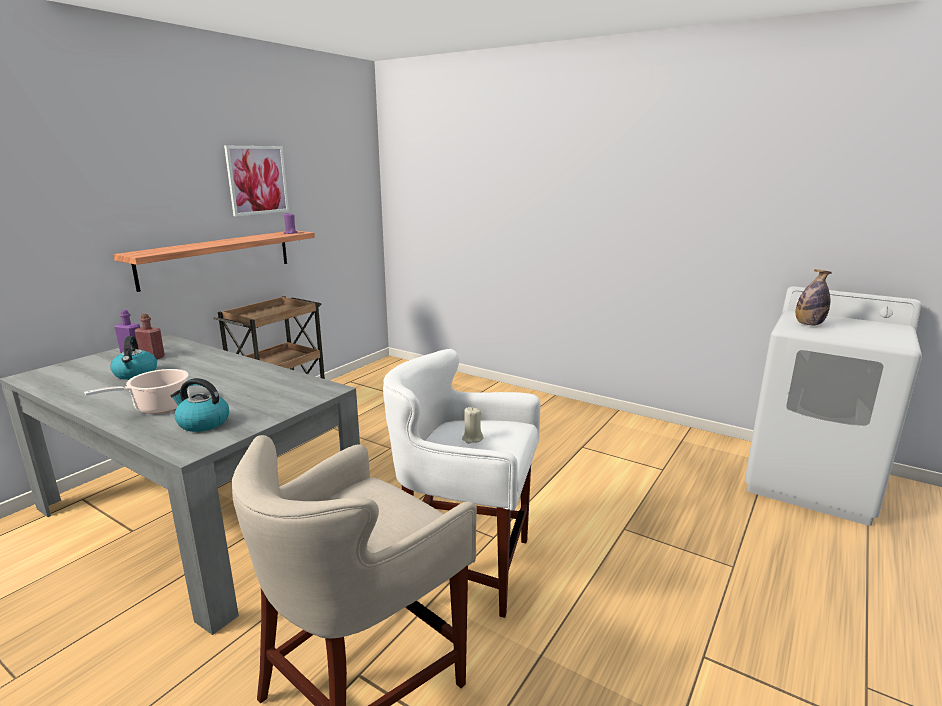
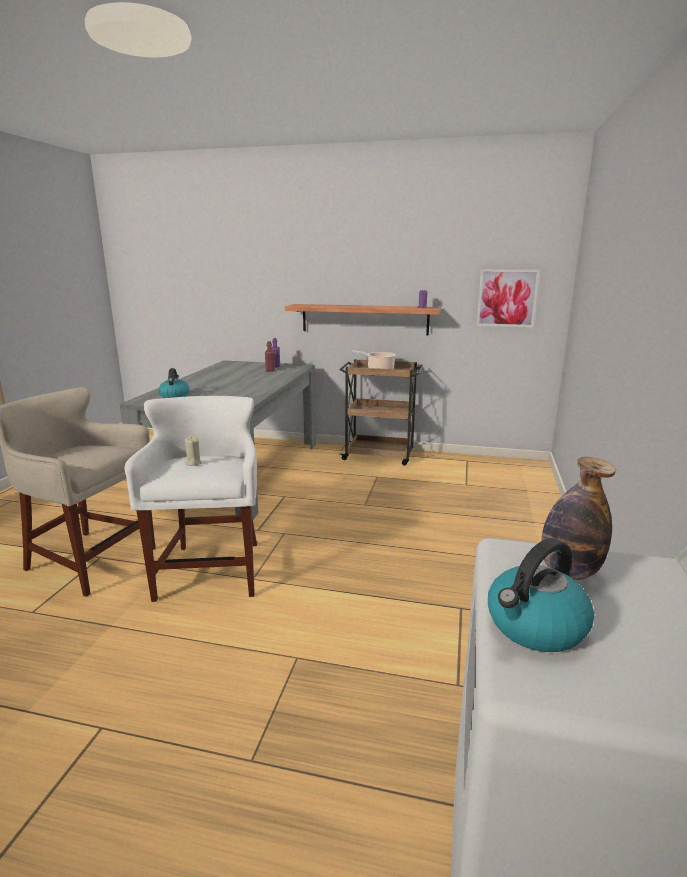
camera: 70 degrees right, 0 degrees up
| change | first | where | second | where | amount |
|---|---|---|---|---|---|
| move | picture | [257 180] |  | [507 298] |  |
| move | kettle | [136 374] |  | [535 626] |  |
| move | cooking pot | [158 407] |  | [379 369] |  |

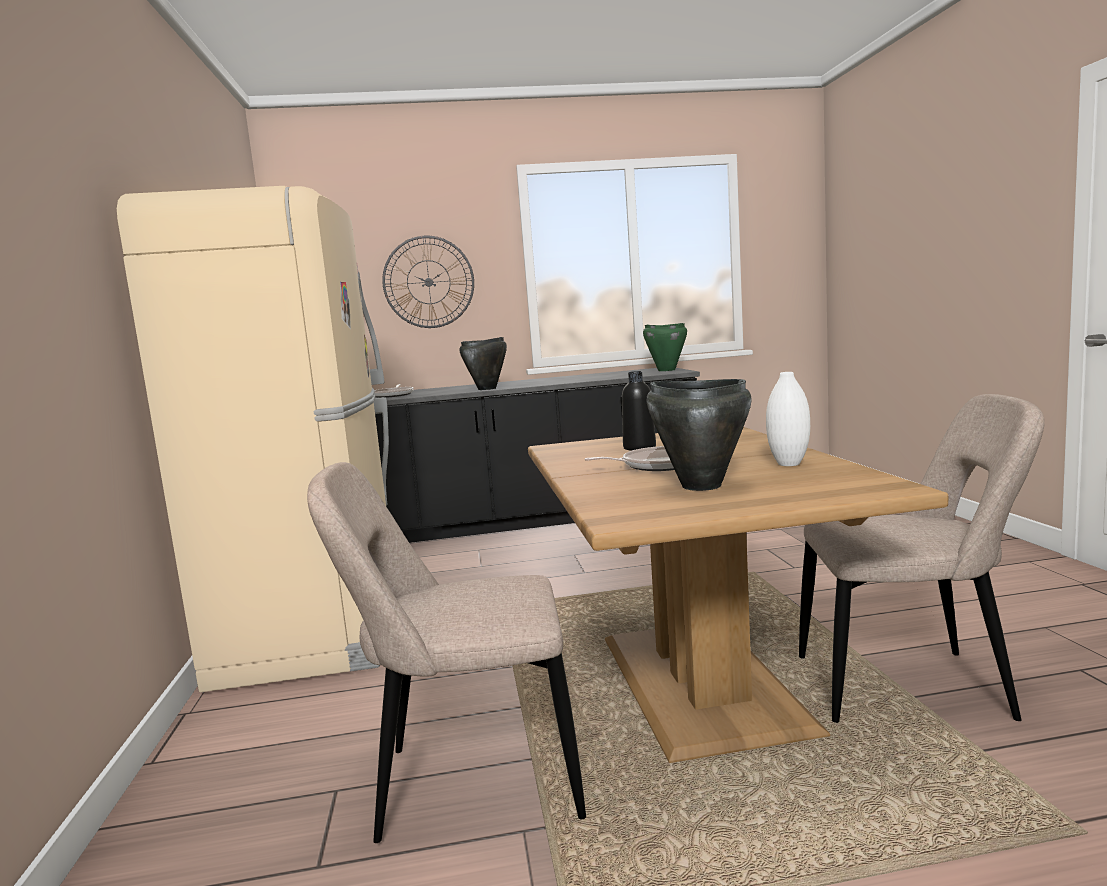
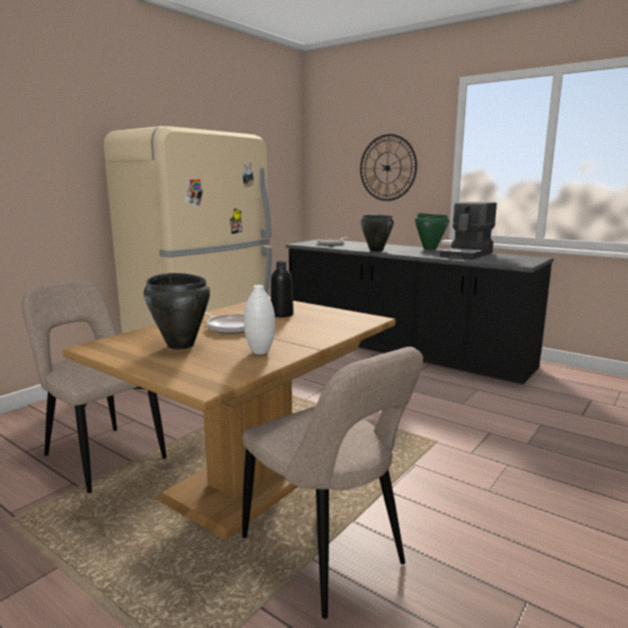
camera: 45 degrees right, 5 degrees up
| change | first | where | second | where | amount |
|---|---|---|---|---|---|
| move | green cooking pot | [666 370] |  | [429 248] |  |
| insert |  |  | coffee machine | [467 255] |  |

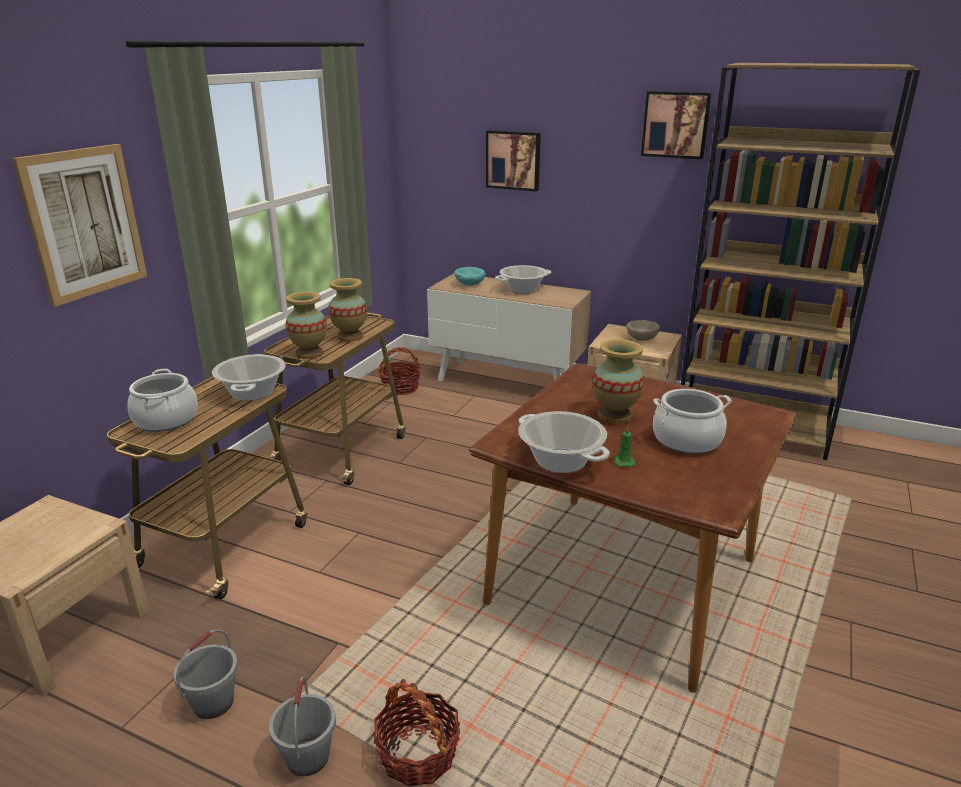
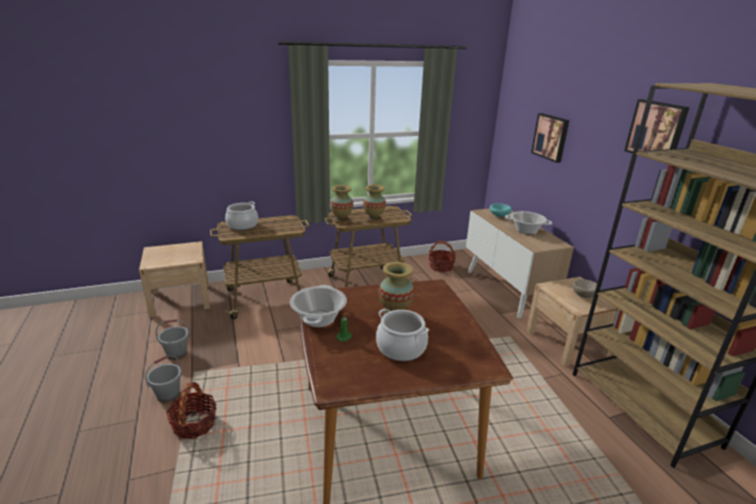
camera: 45 degrees right, 0 degrees up
| change | first | where | second | where | amount |
|---|---|---|---|---|---|
| delete | picture | [84 223] |  |  |  |
| delete | cooking pot | [253 393] |  |  |  |

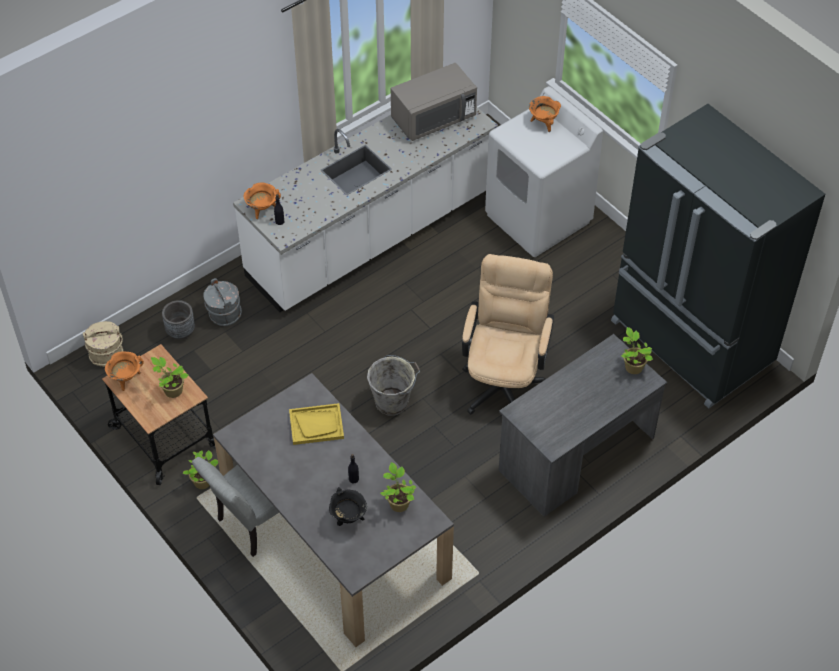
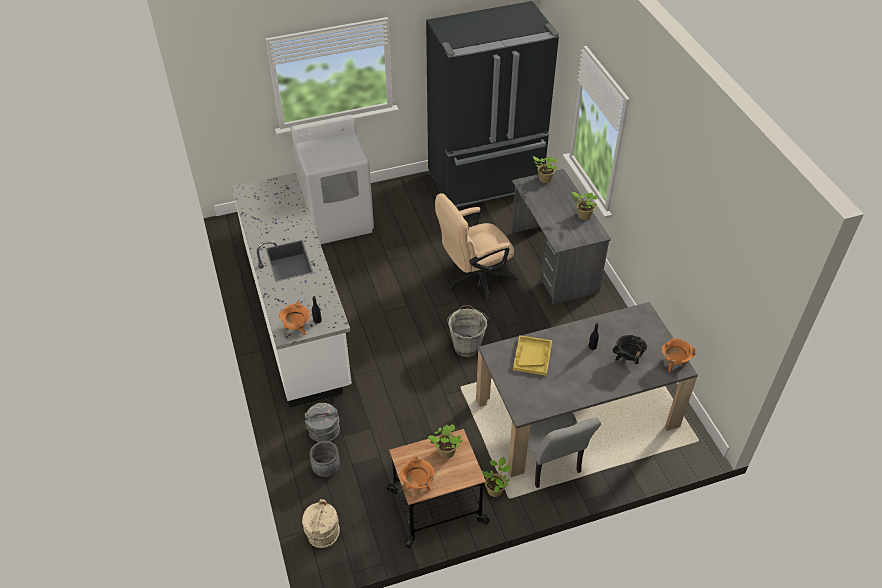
camera: 70 degrees left, 5 degrees down
| change | first | where | second | where | amount |
|---|---|---|---|---|---|
| delete | grey microwave | [433 118] |  |  |  |
| move | orange cooking pot | [543 123] |  | [674 363] |  |
| rotate | beige office chair | [504 380] |  | [474 279] | 60 degrees counterclockwise |
| move | potted plant | [398 503] |  | [582 215] |  |

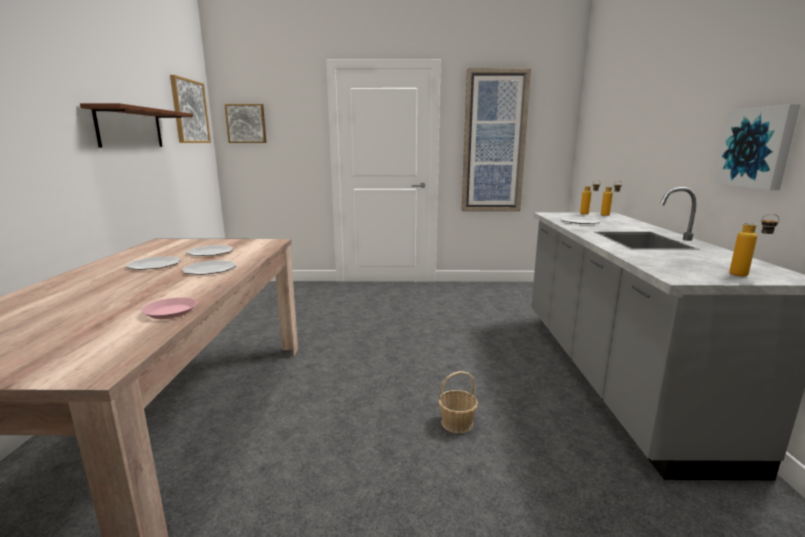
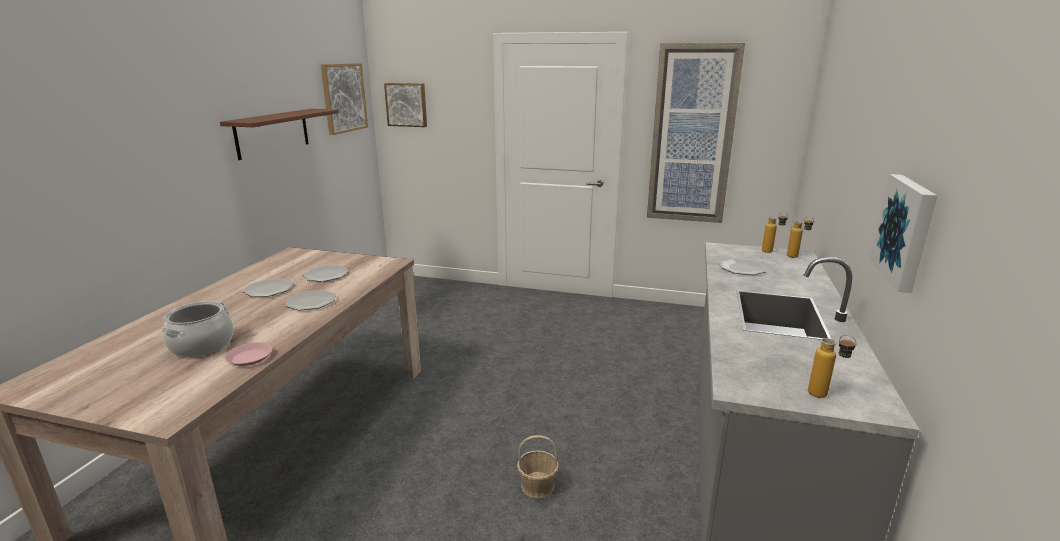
camera: 15 degrees right, 5 degrees up
| change | first | where | second | where | amount |
|---|---|---|---|---|---|
| insert |  |  | cooking pot | [202 345] |  |

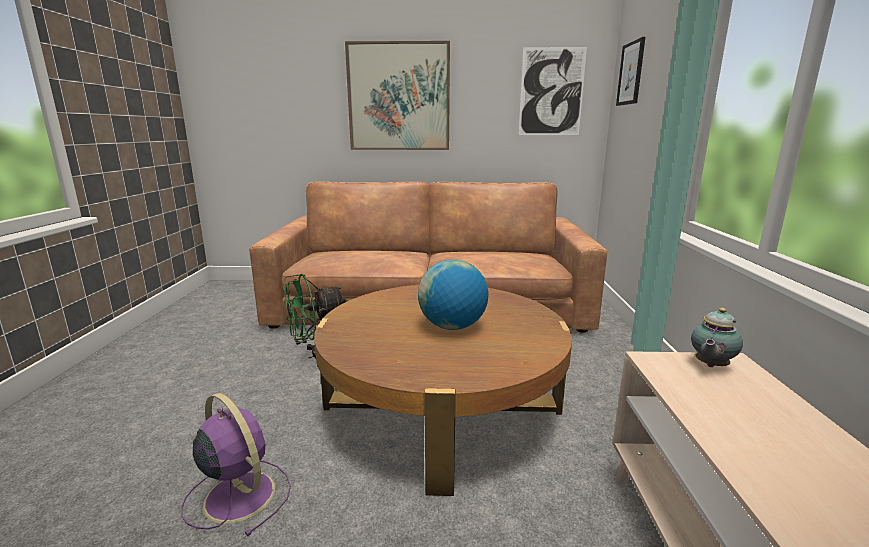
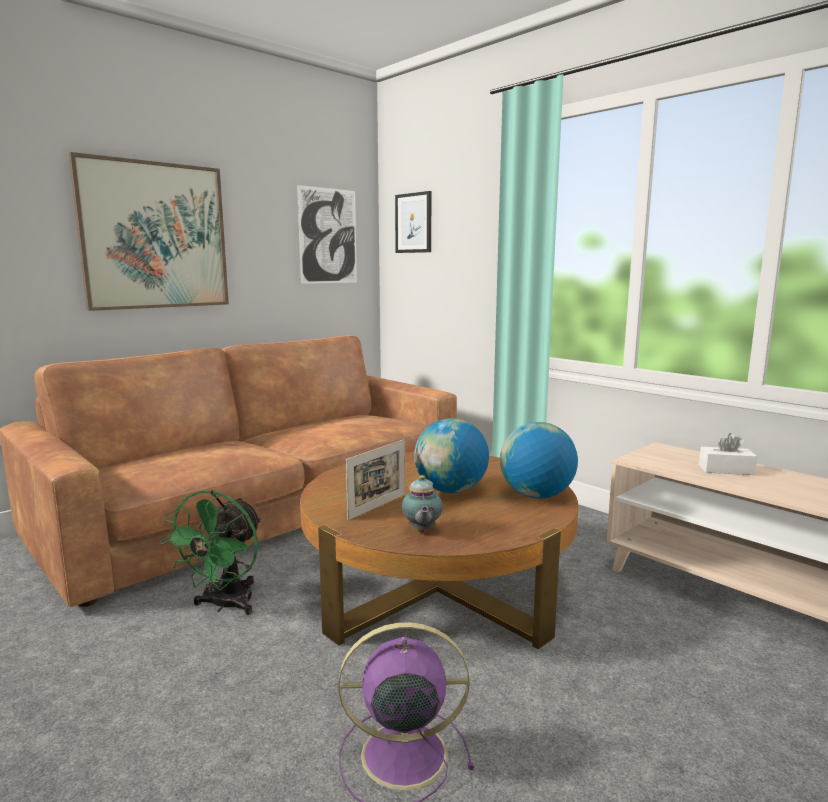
camera: 45 degrees left, 5 degrees down
| change | first | where | second | where | amount |
|---|---|---|---|---|---|
| move | teapot | [710 365] |  | [421 531] |  |
| insert |  |  | globe | [536 496] |  |
| insert |  |  | white tissue box | [726 470] |  |
| insert |  |  | picture frame | [377 506] |  |

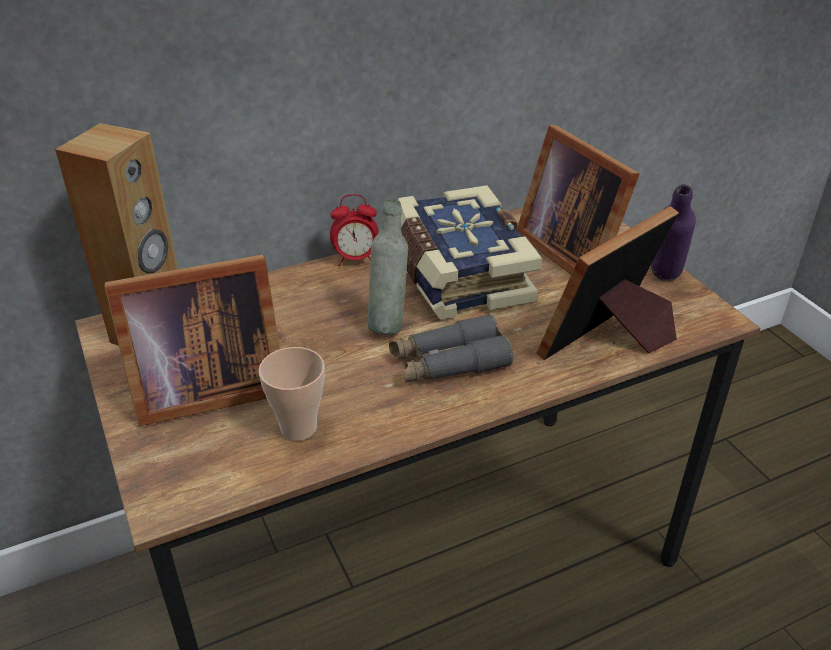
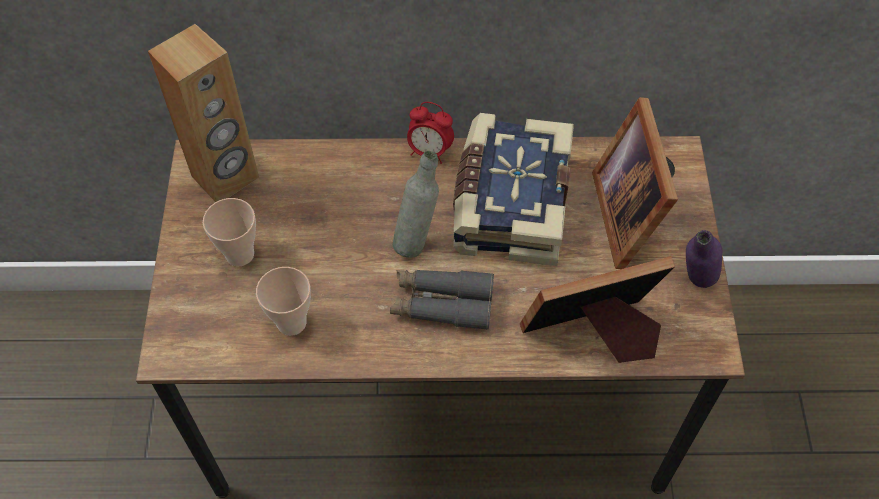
camera: 25 degrees right, 20 degrees up
| change | first | where | second | where | amount |
|---|---|---|---|---|---|
| replace | picture frame | [203 389] | cup | [240 254] |  |

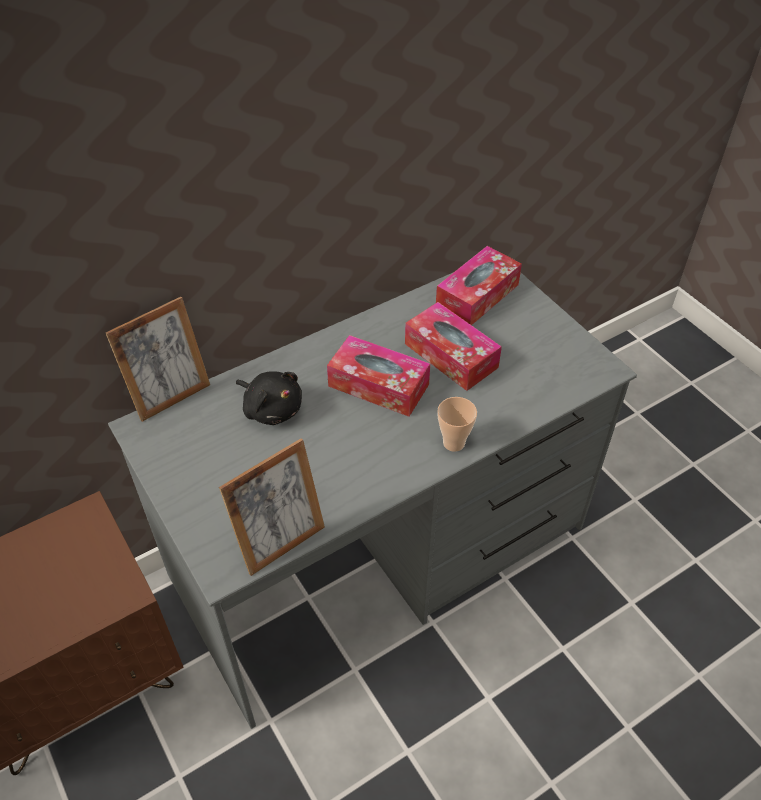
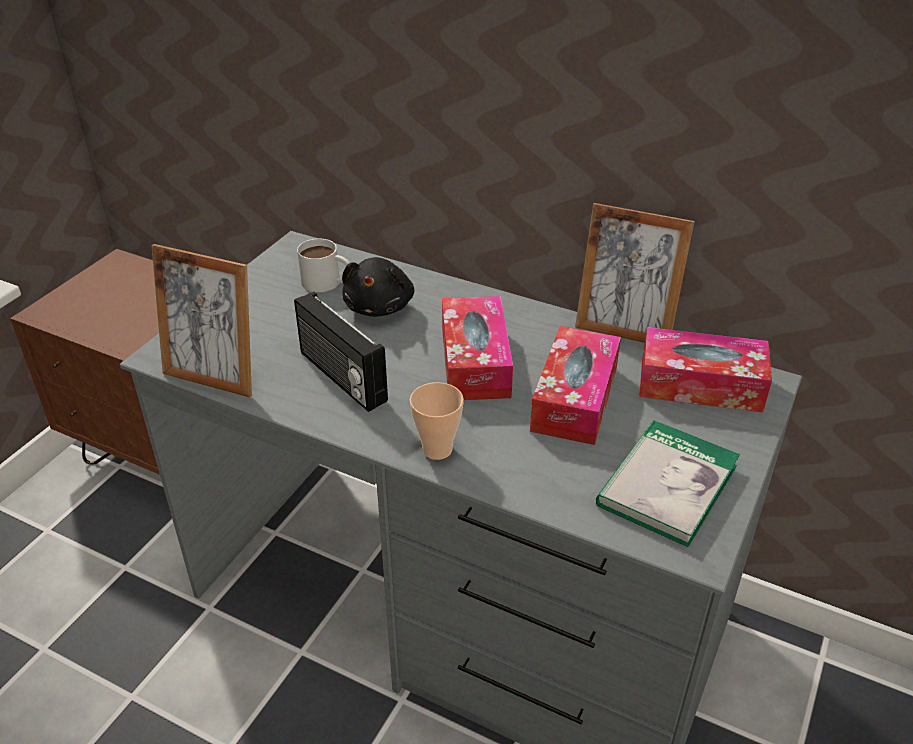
camera: 60 degrees right, 10 degrees down
| change | first | where | second | where | amount |
|---|---|---|---|---|---|
| move | picture frame | [171 396] |  | [624 330] |  |
| insert |  |  | white mug | [328 283] |  |
| insert |  |  | radio | [340 377] |  |
| insert |  |  | book | [667 485] |  |

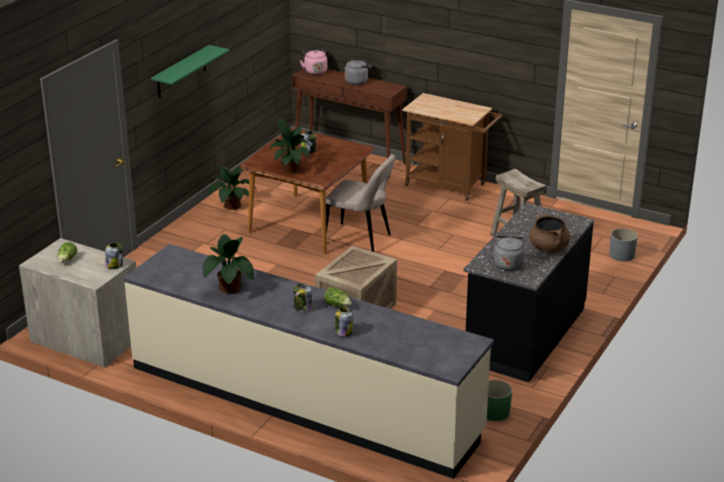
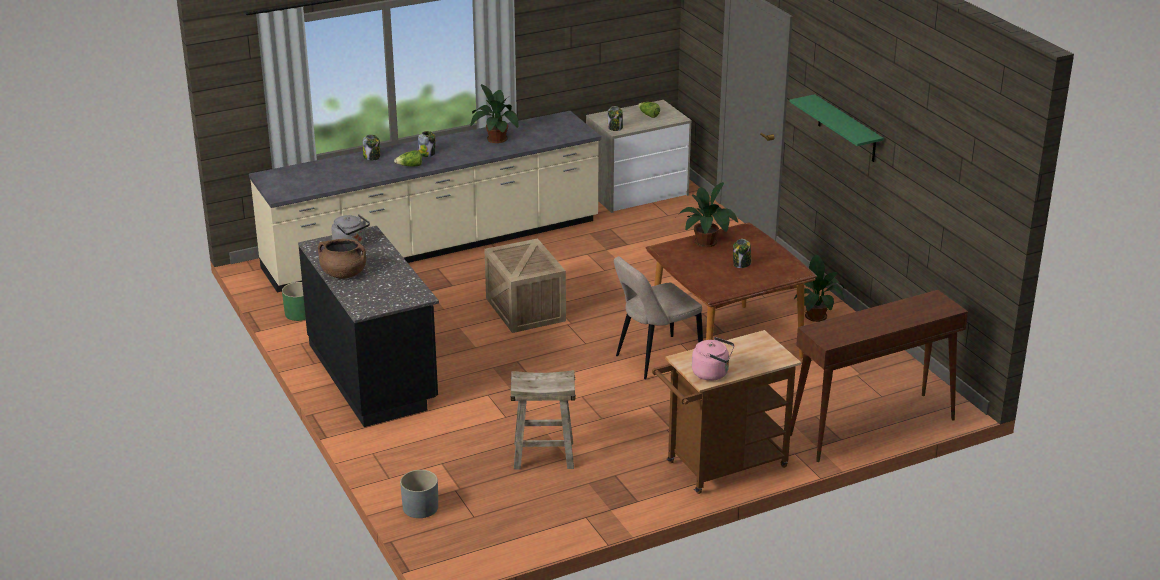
camera: 125 degrees right, 0 degrees up
| change | first | where | second | where | amount |
|---|---|---|---|---|---|
| move | pink kettle | [315 71] |  | [712 373] |  |
| delete | grey kettle | [357 81] |  |  |  |

